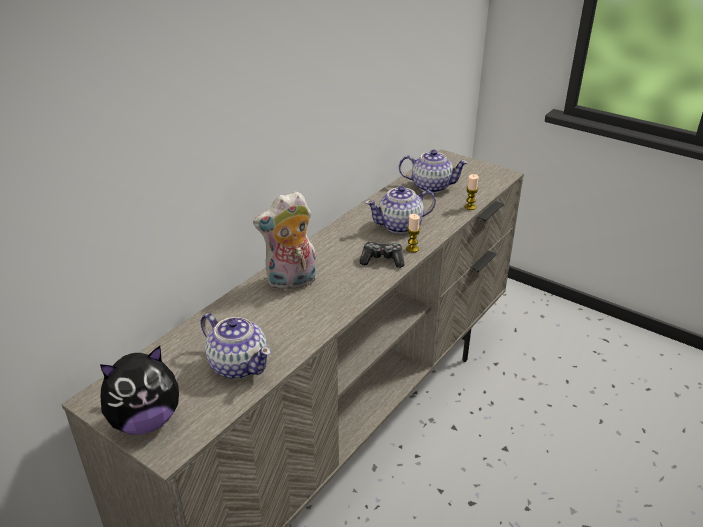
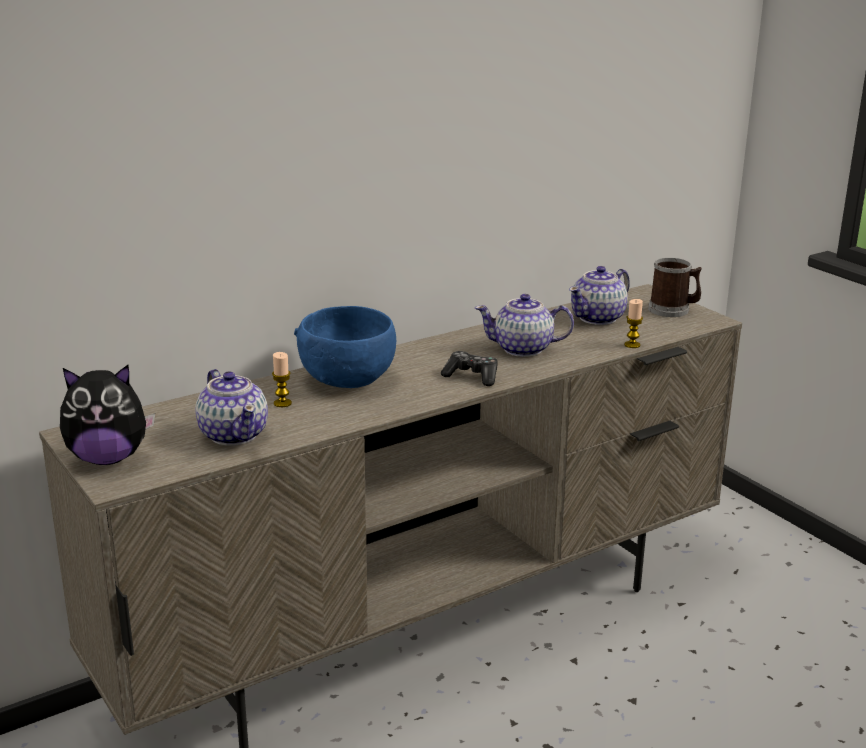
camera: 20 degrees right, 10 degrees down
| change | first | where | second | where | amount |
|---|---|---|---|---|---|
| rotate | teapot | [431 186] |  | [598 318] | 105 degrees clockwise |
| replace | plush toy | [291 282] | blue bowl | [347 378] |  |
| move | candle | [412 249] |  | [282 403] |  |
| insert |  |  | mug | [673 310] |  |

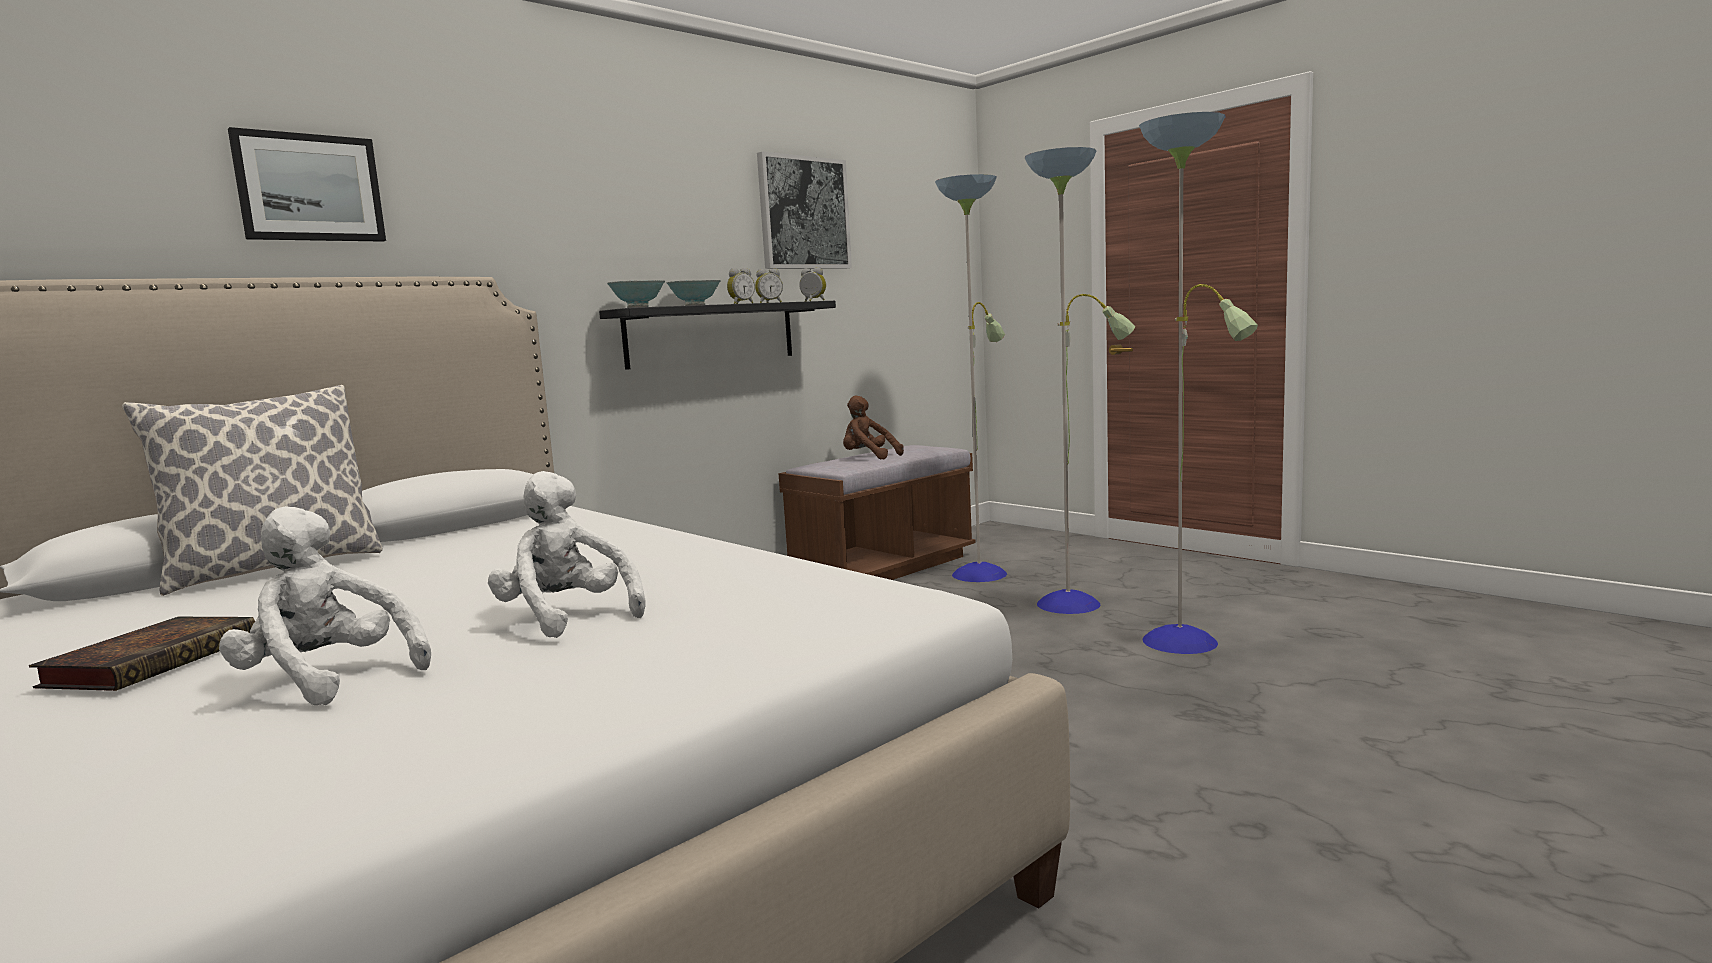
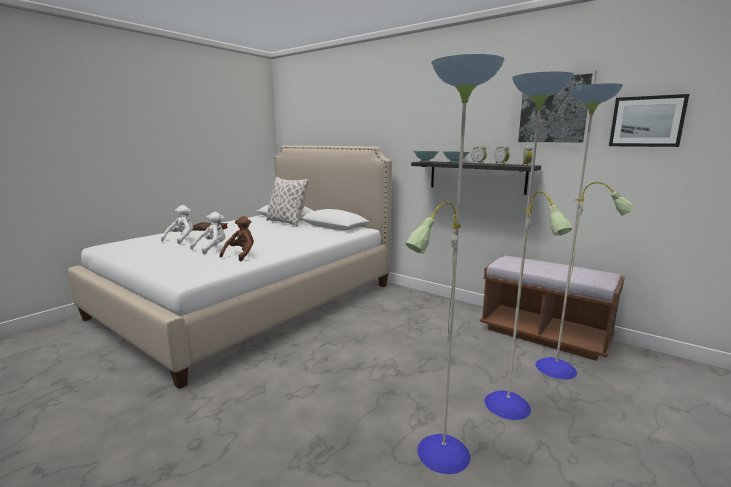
camera: 80 degrees right, 5 degrees up
| change | first | where | second | where | amount |
|---|---|---|---|---|---|
| move | picture | [309 188] |  | [646 121] |  |
| move | brown plush toy | [868 458] |  | [241 255] |  |

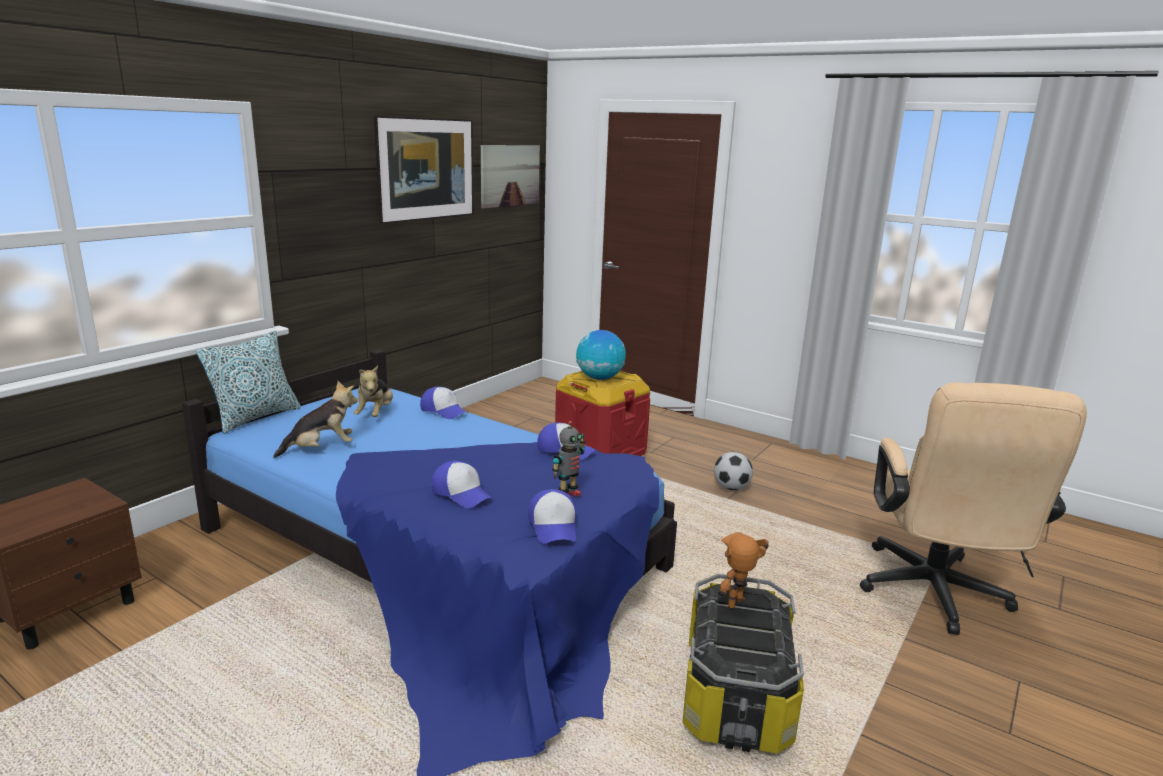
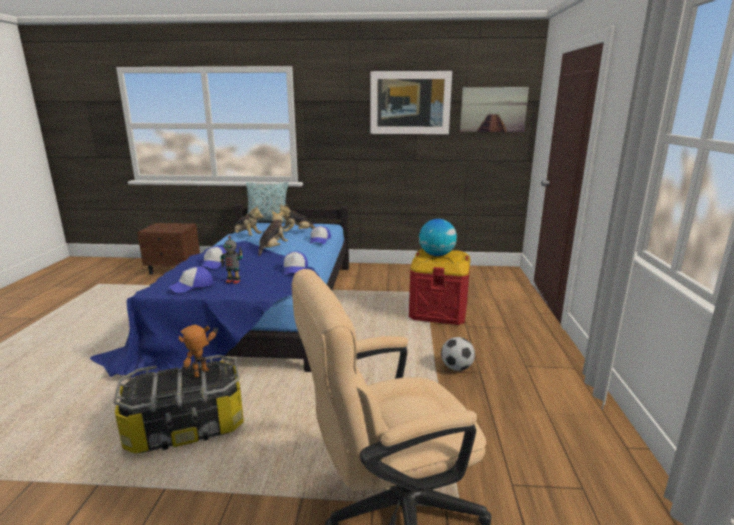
camera: 60 degrees right, 0 degrees up
| change | first | where | second | where | amount |
|---|---|---|---|---|---|
| rotate | toy robot | [739 605] |  | [203 374] | 75 degrees counterclockwise |
| insert |  |  | plush toy | [273 249] |  |

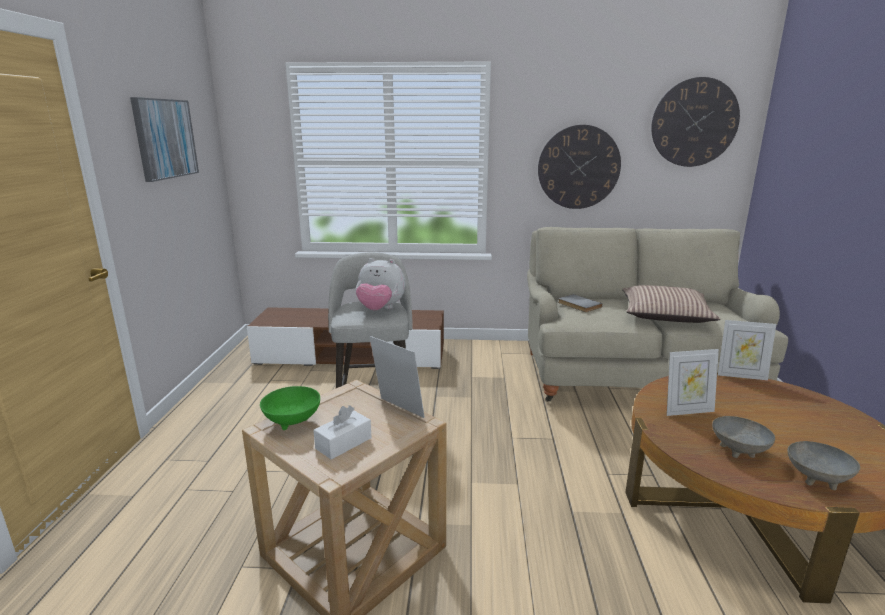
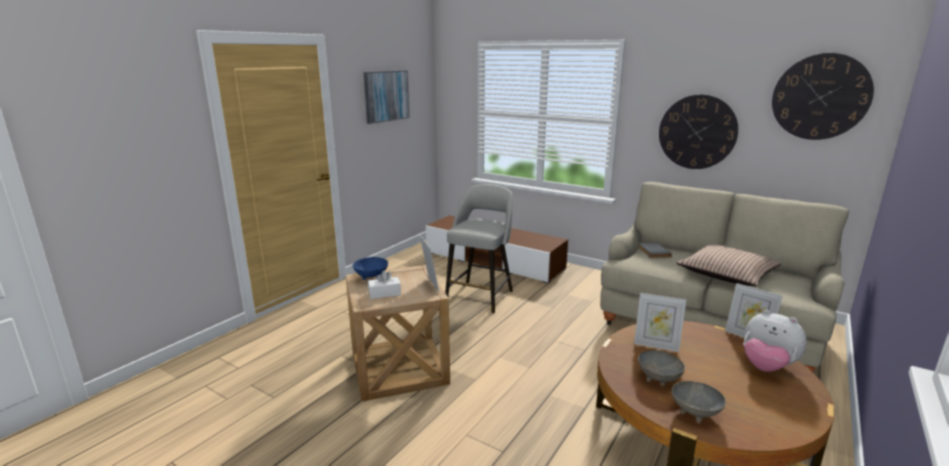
camera: 30 degrees right, 0 degrees up
| change | first | where | second | where | amount |
|---|---|---|---|---|---|
| move | plush toy | [380 309] |  | [766 367] |  |
| recolor | green bowl | [292 422] | blue bowl | [371 277] |  |

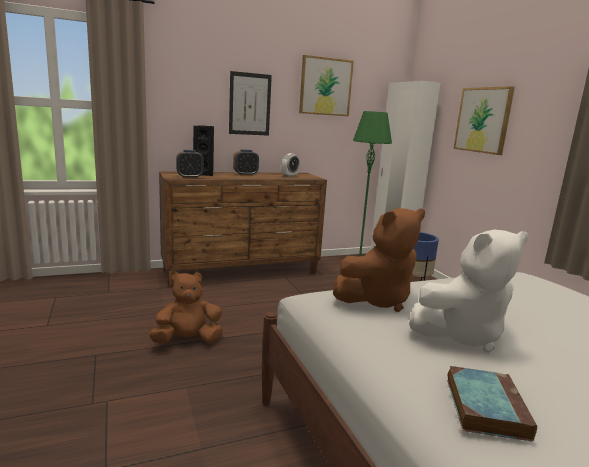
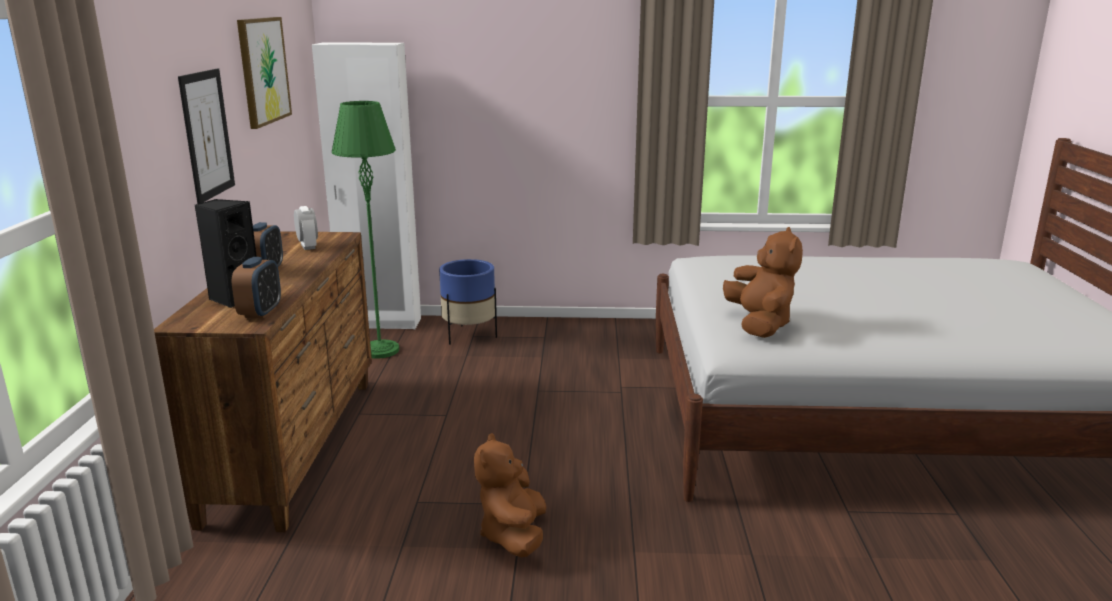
camera: 65 degrees left, 5 degrees up
| change | first | where | second | where | amount |
|---|---|---|---|---|---|
| delete | picture | [483 120] |  |  |  |
| delete | white plush toy | [462 335] |  |  |  |
| delete | book | [484 406] |  |  |  |

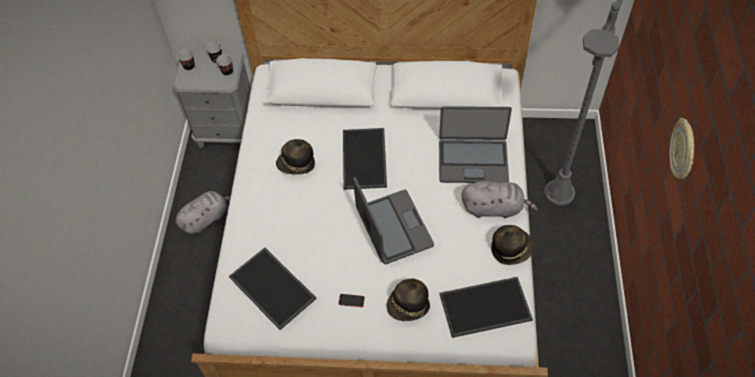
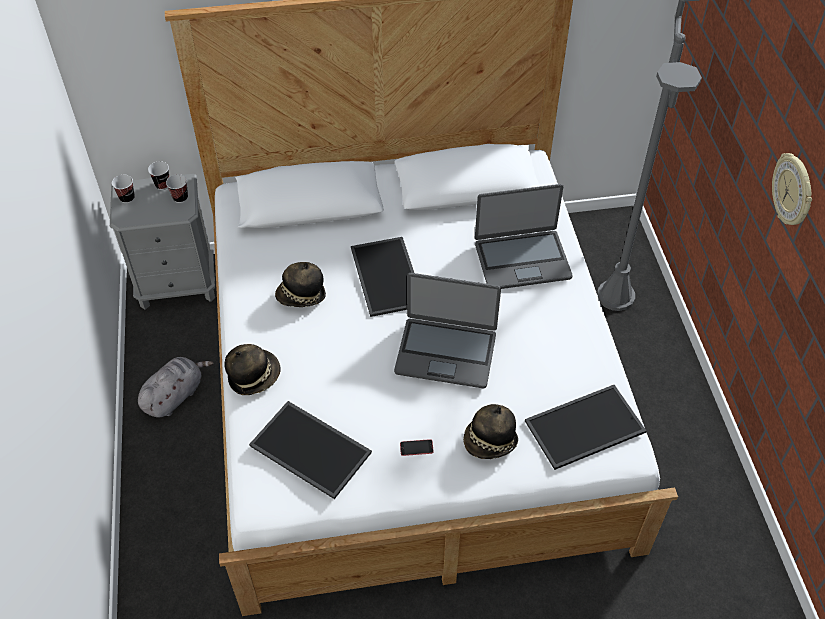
camera: 15 degrees left, 5 degrees down
| change | first | where | second | where | amount |
|---|---|---|---|---|---|
| rotate | laptop | [393 228] |  | [446 352] | 135 degrees clockwise |
| delete | grey plush toy | [494 208] |  |  |  |
| move | hat | [511 249] |  | [254 376] |  |

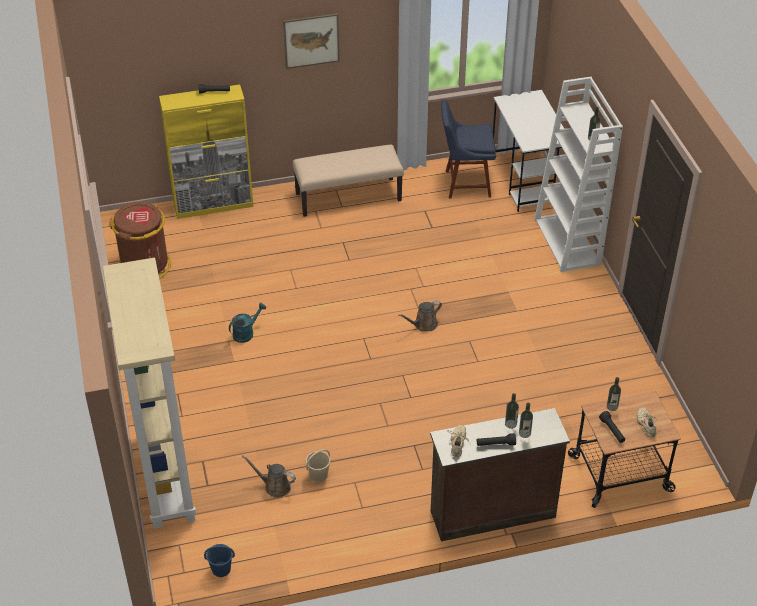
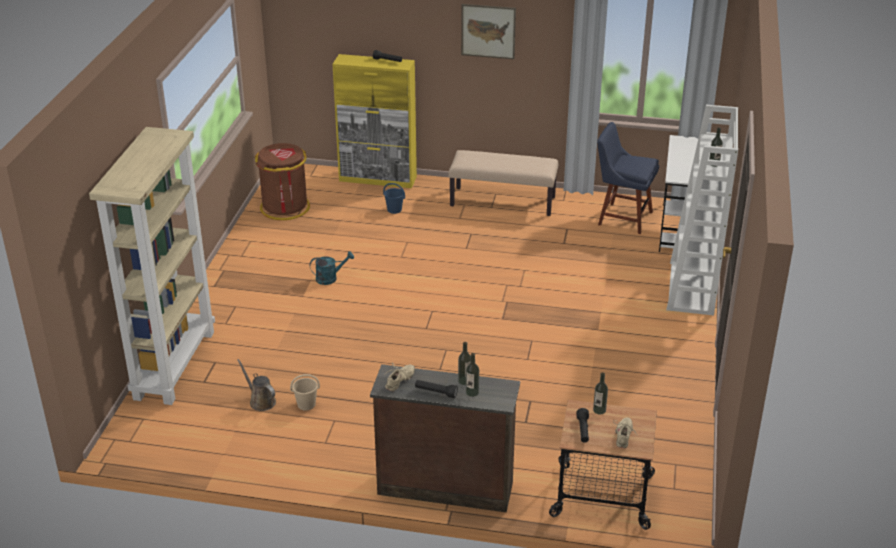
camera: 25 degrees right, 10 degrees down
| change | first | where | second | where | amount |
|---|---|---|---|---|---|
| delete | brown watering can | [423 325] |  |  |  |
| move | blue bucket | [221 569] |  | [394 210] |  |

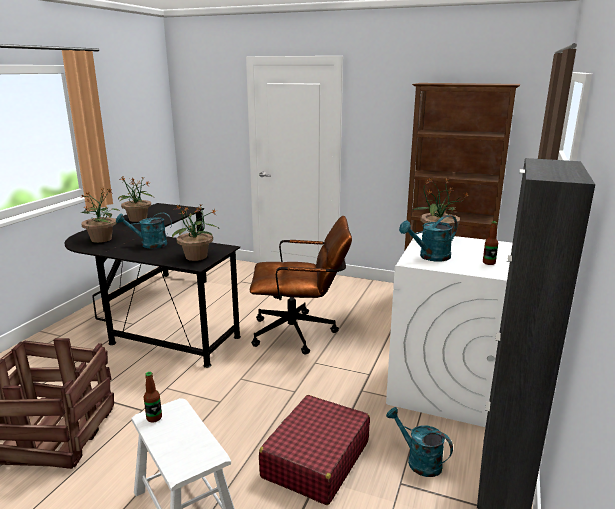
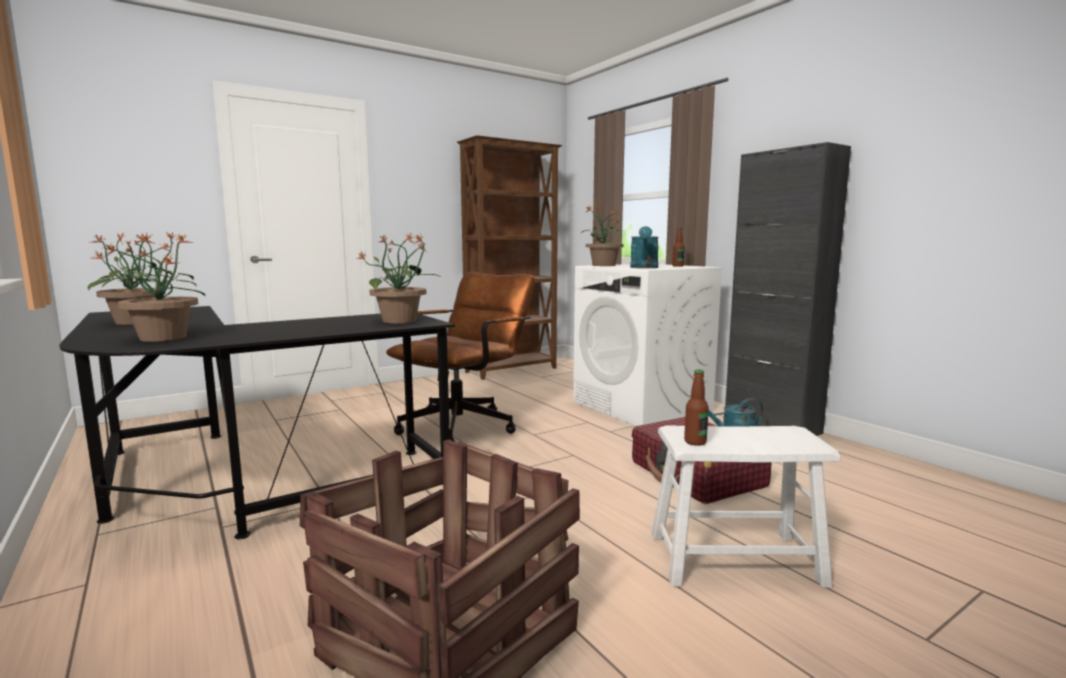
camera: 55 degrees left, 10 degrees down
| change | first | where | second | where | amount |
|---|---|---|---|---|---|
| delete | turquoise watering can | [149 244] |  |  |  |

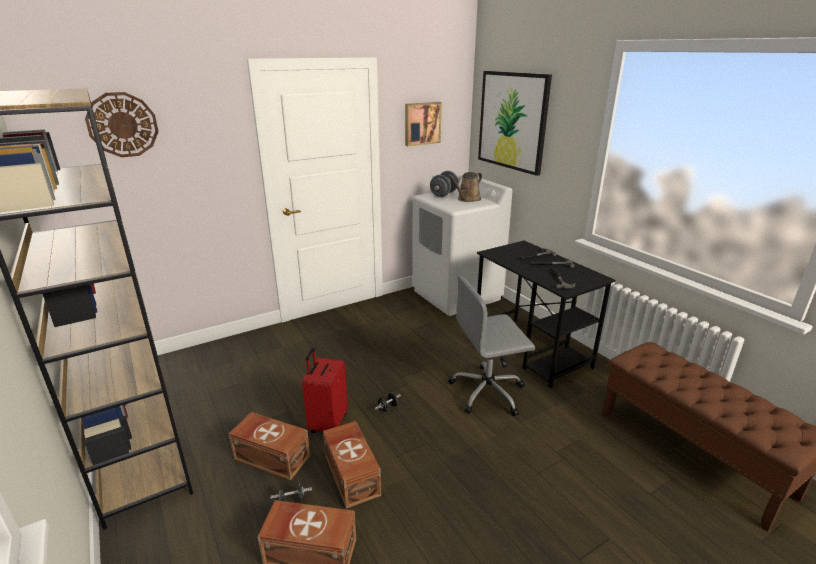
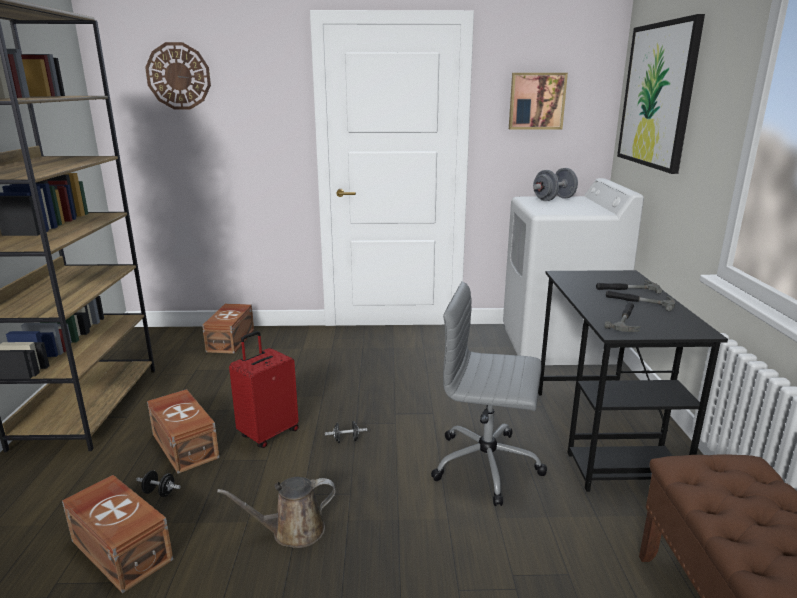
camera: 30 degrees right, 5 degrees down
| change | first | where | second | where | amount |
|---|---|---|---|---|---|
| move | brown watering can | [467 199] |  | [293 531] |  |
| move | brown storage box | [352 474] |  | [232 340] |  |

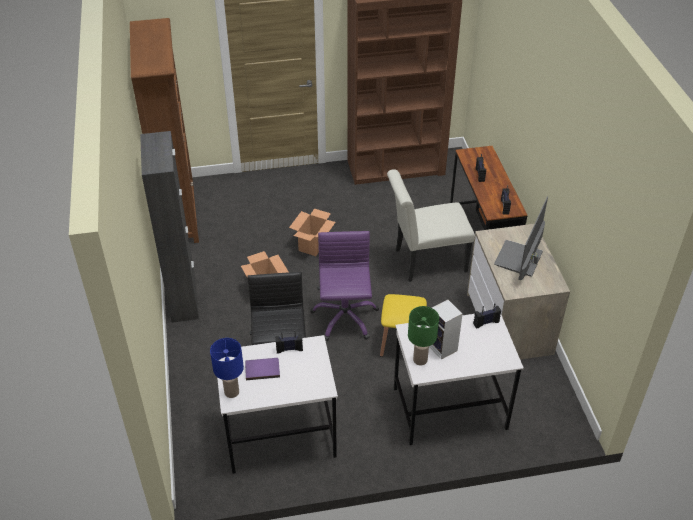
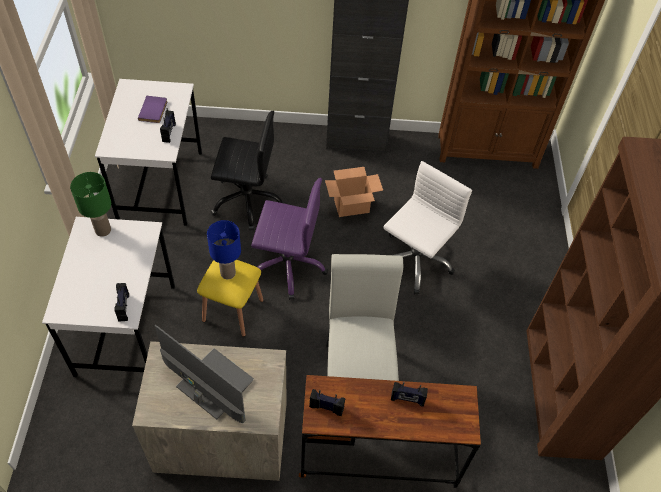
camera: 100 degrees right, 10 degrees up
| change | first | where | second | where | amount |
|---|---|---|---|---|---|
| replace | cardboard box | [313 245] | white office chair | [414 261] |  |
| delete | speaker | [443 348] |  |  |  |
| move | blue table lamp | [231 392] |  | [228 273] |  |

